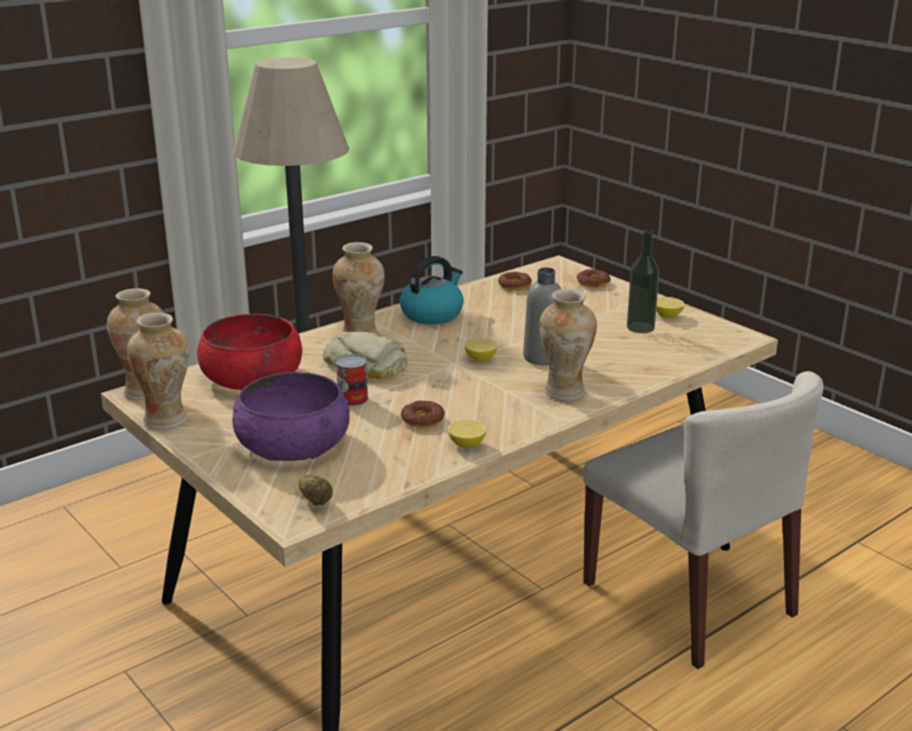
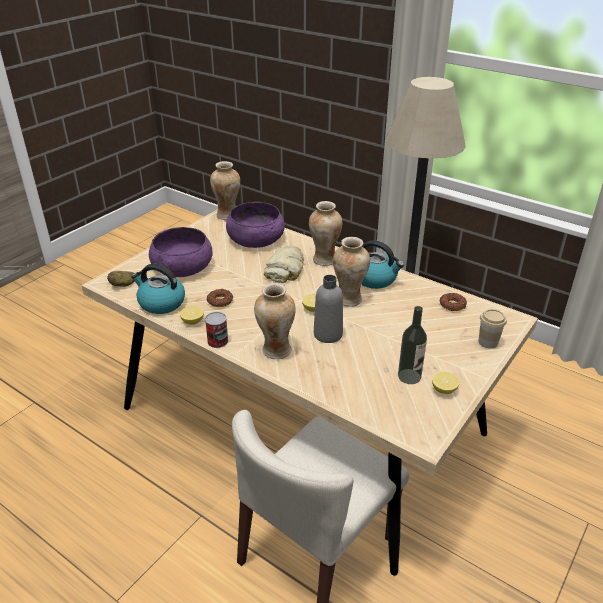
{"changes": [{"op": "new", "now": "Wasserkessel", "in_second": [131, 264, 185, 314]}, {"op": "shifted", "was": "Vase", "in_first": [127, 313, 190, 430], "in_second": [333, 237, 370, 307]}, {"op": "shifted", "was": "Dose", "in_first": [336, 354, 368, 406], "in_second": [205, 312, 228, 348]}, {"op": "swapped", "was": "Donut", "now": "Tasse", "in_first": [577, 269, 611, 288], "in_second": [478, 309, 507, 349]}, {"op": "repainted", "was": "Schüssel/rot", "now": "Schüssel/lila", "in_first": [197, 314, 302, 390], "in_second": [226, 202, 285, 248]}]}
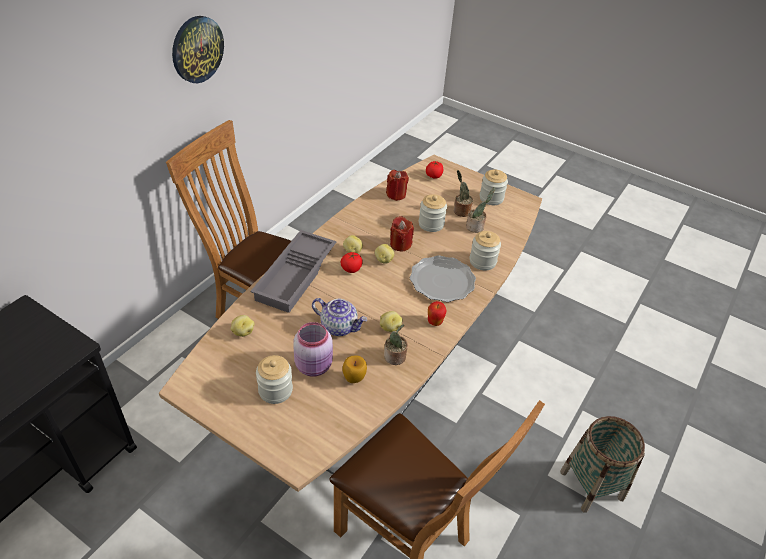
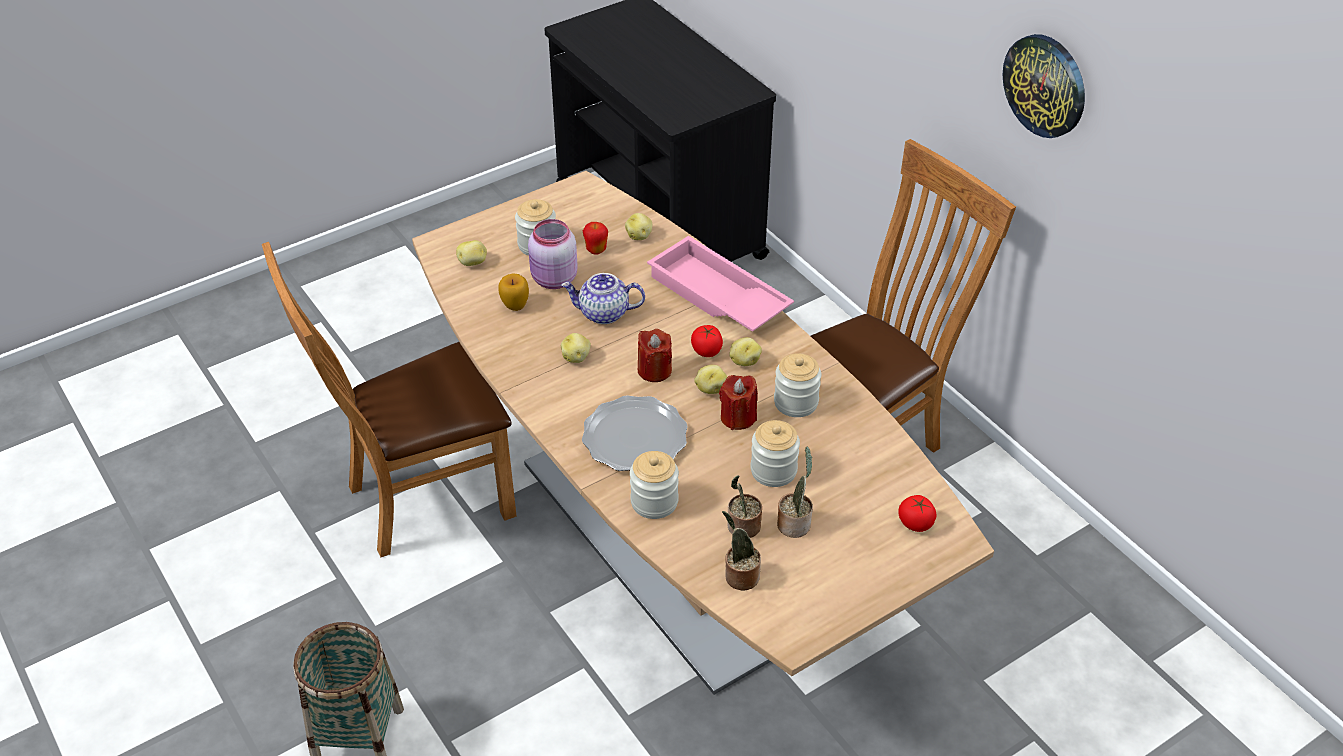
{"changes": [{"op": "new", "now": "Kartoffel", "in_second": [456, 240, 487, 266]}, {"op": "shifted", "was": "Topfpflanze", "in_first": [384, 324, 408, 365], "in_second": [722, 511, 761, 591]}, {"op": "shifted", "was": "Kerze/rot", "in_first": [386, 170, 409, 201], "in_second": [638, 329, 672, 382]}, {"op": "shifted", "was": "Apfel", "in_first": [428, 301, 447, 326], "in_second": [583, 222, 608, 255]}, {"op": "shifted", "was": "Vorratsglas", "in_first": [480, 169, 508, 205], "in_second": [774, 353, 821, 417]}, {"op": "repainted", "was": "Tablett/grau", "now": "Tablett/rosa", "in_first": [250, 230, 336, 313], "in_second": [647, 236, 794, 332]}, {"op": "rotated", "was": "Teekanne", "in_first": [312, 298, 367, 336], "in_second": [561, 273, 645, 324], "clockwise": 45}]}
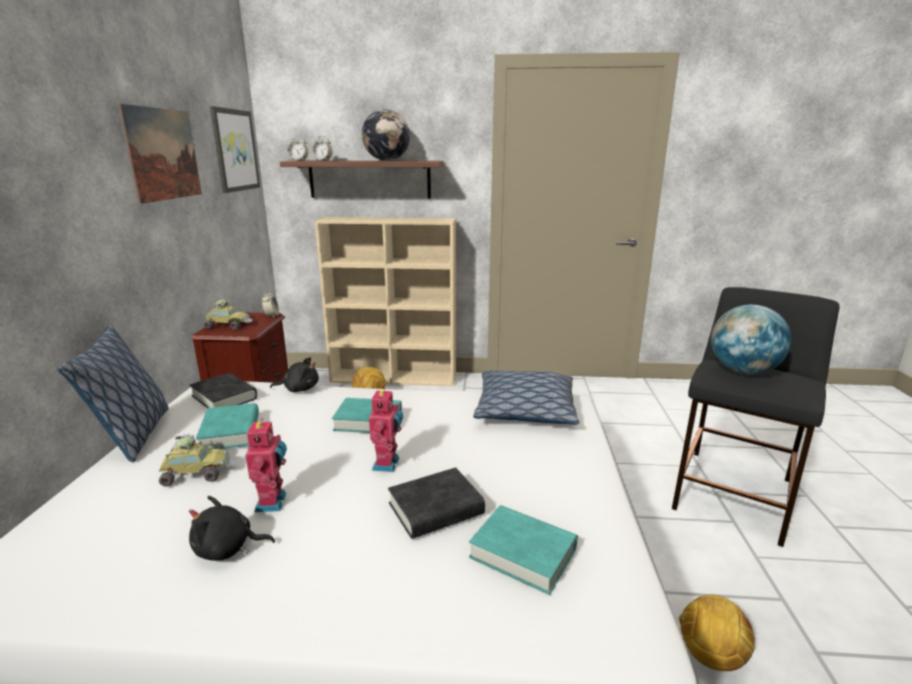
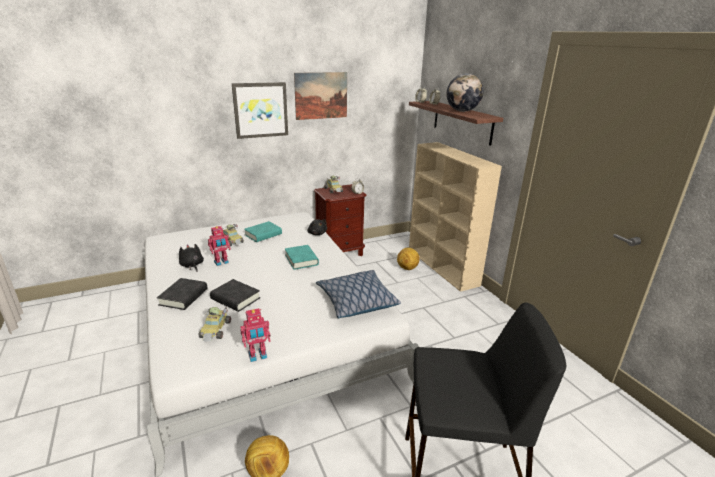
{"changes": [{"op": "gone", "was": "Kissen", "in_first": [57, 326, 169, 462]}, {"op": "gone", "was": "Globus", "in_first": [711, 305, 792, 375]}, {"op": "shifted", "was": "Buch/schwarz", "in_first": [190, 373, 257, 408], "in_second": [157, 278, 208, 310]}, {"op": "shifted", "was": "Bild", "in_first": [210, 106, 260, 193], "in_second": [232, 82, 288, 139]}, {"op": "shifted", "was": "Spielzeugroboter", "in_first": [369, 387, 403, 472], "in_second": [240, 308, 271, 362]}, {"op": "swapped", "was": "Buch/türkis", "now": "Spielzeugauto", "in_first": [469, 505, 578, 595], "in_second": [198, 307, 231, 342]}]}
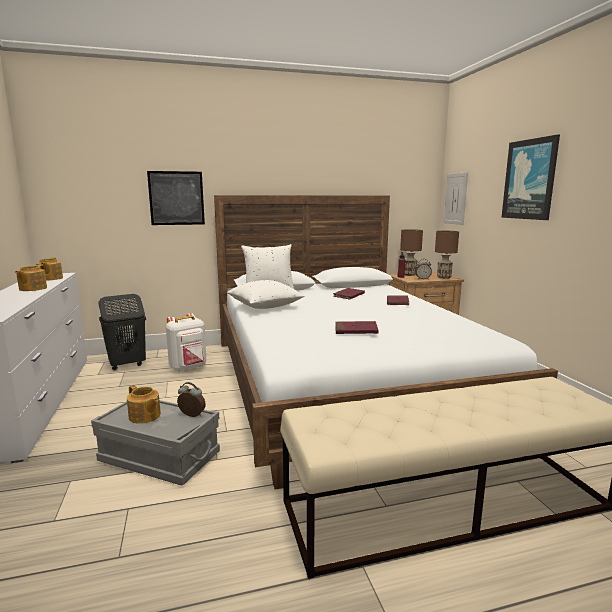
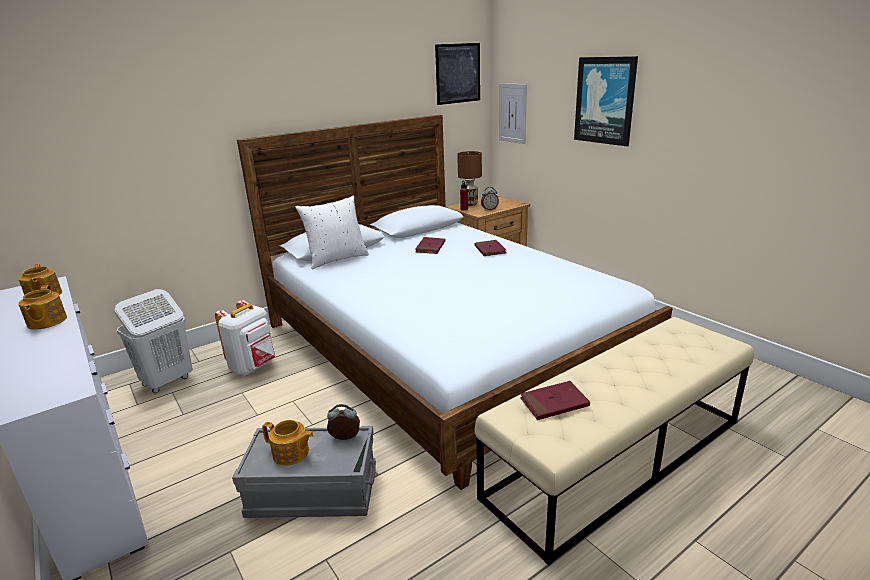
{"changes": [{"op": "gone", "was": "Kissen/weiß", "in_first": [227, 280, 304, 309]}, {"op": "gone", "was": "Tischlampe/braun", "in_first": [435, 231, 459, 279]}, {"op": "shifted", "was": "Bild", "in_first": [147, 171, 205, 225], "in_second": [435, 43, 480, 105]}, {"op": "shifted", "was": "Buch/rot", "in_first": [335, 321, 379, 334], "in_second": [520, 381, 590, 420]}, {"op": "repainted", "was": "Wäschekorb/schwarz", "now": "Wäschekorb/weiß", "in_first": [98, 294, 146, 370], "in_second": [115, 289, 193, 393]}]}
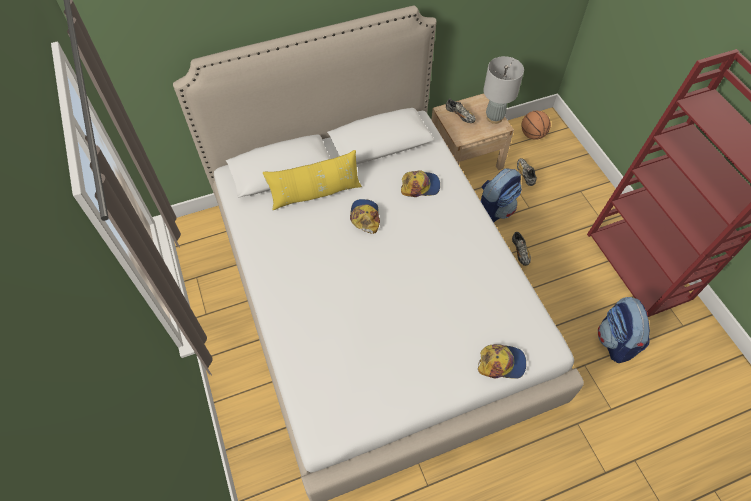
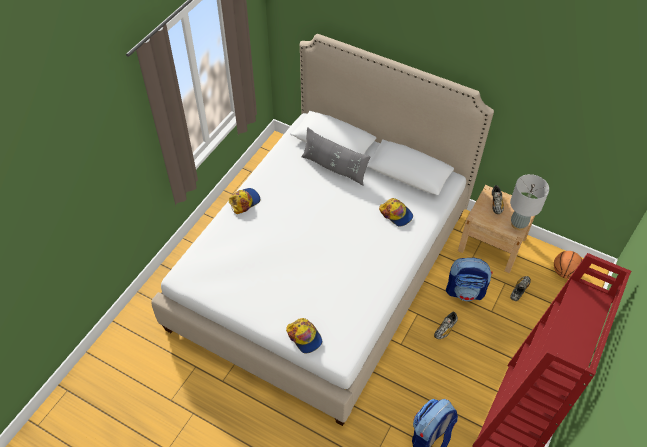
{"changes": [{"op": "shifted", "was": "Kappe", "in_first": [350, 199, 380, 234], "in_second": [229, 188, 260, 214]}, {"op": "repainted", "was": "Kissen/gelb", "now": "Kissen/grau", "in_first": [263, 150, 362, 210], "in_second": [301, 127, 371, 186]}]}
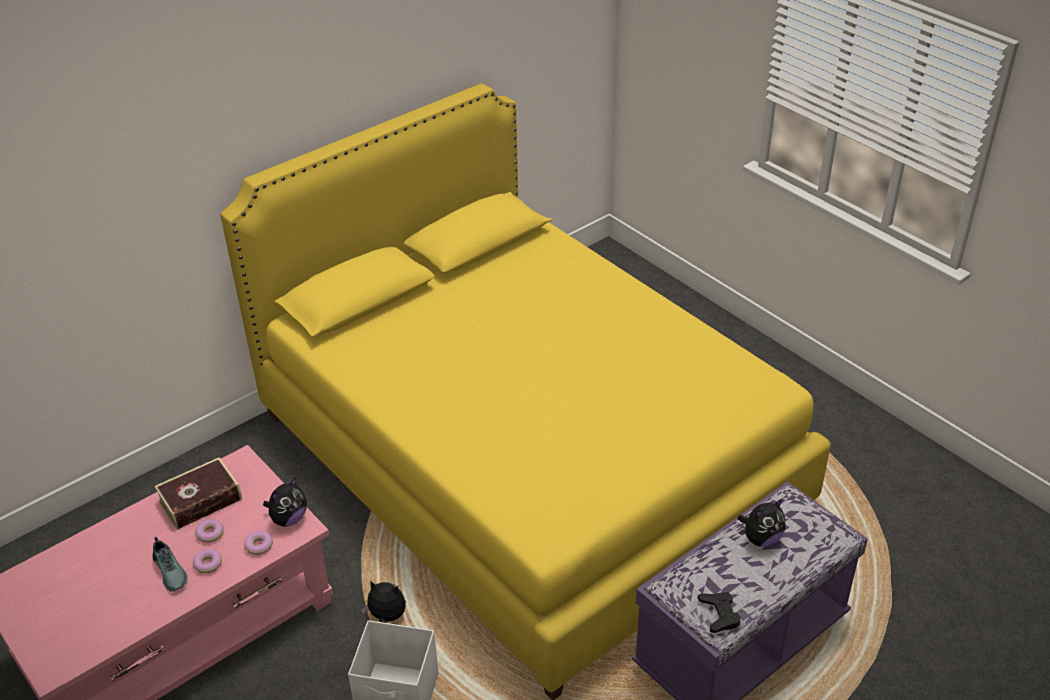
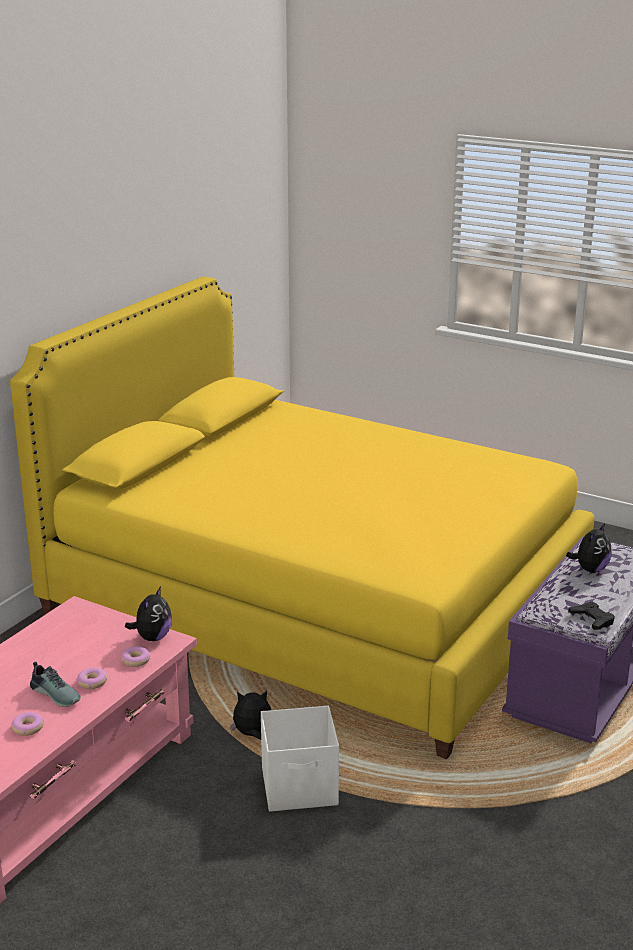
{"changes": [{"op": "gone", "was": "Buch", "in_first": [154, 457, 242, 530]}, {"op": "shifted", "was": "Donut", "in_first": [195, 519, 224, 543], "in_second": [11, 712, 44, 736]}]}
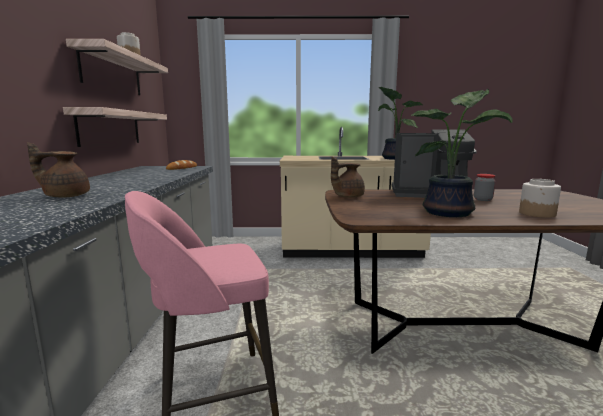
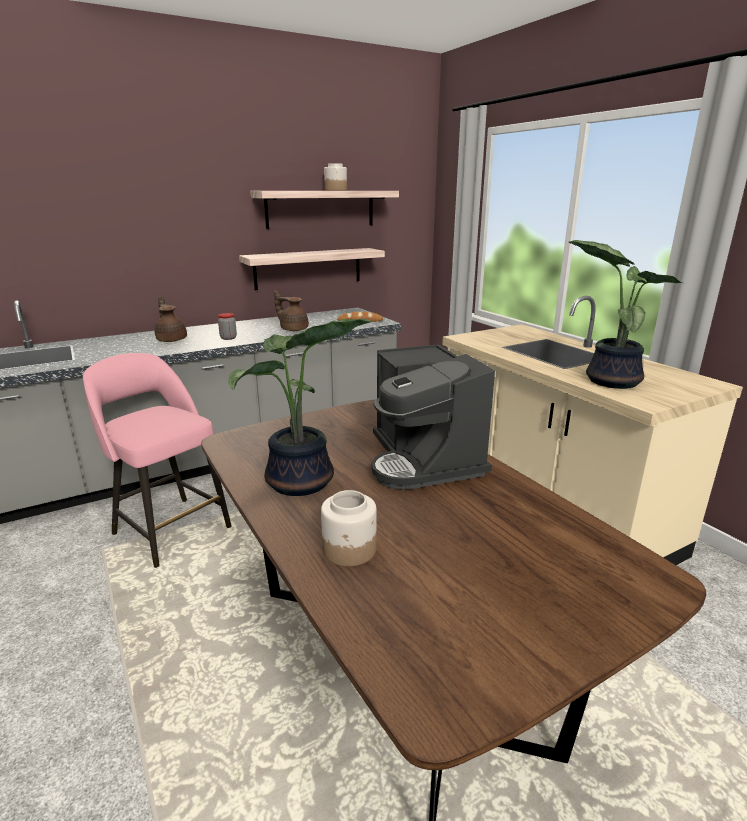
{"changes": [{"op": "shifted", "was": "Teekanne/braun", "in_first": [331, 157, 365, 198], "in_second": [274, 290, 309, 331]}, {"op": "shifted", "was": "Vorratsglas", "in_first": [474, 174, 495, 201], "in_second": [218, 313, 237, 340]}]}
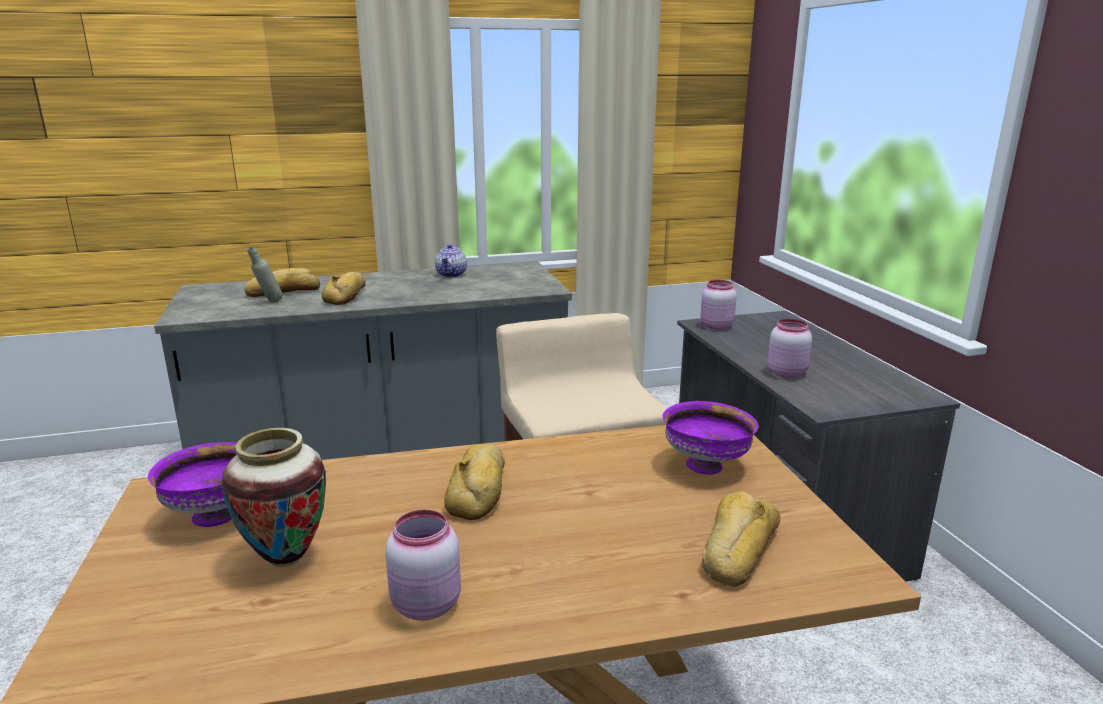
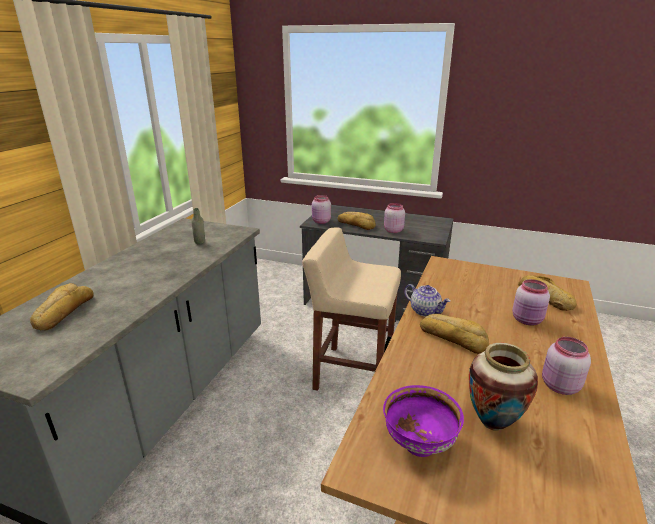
{"changes": [{"op": "gone", "was": "Schüssel/lila", "in_first": [663, 401, 759, 475]}, {"op": "new", "now": "Vorratsglas/rosa", "in_second": [512, 279, 550, 325]}, {"op": "shifted", "was": "Flasche/grau", "in_first": [248, 247, 283, 302], "in_second": [191, 208, 205, 245]}, {"op": "shifted", "was": "Brot", "in_first": [322, 272, 366, 305], "in_second": [338, 212, 376, 230]}, {"op": "shifted", "was": "Teekanne", "in_first": [435, 244, 467, 277], "in_second": [404, 284, 450, 317]}]}
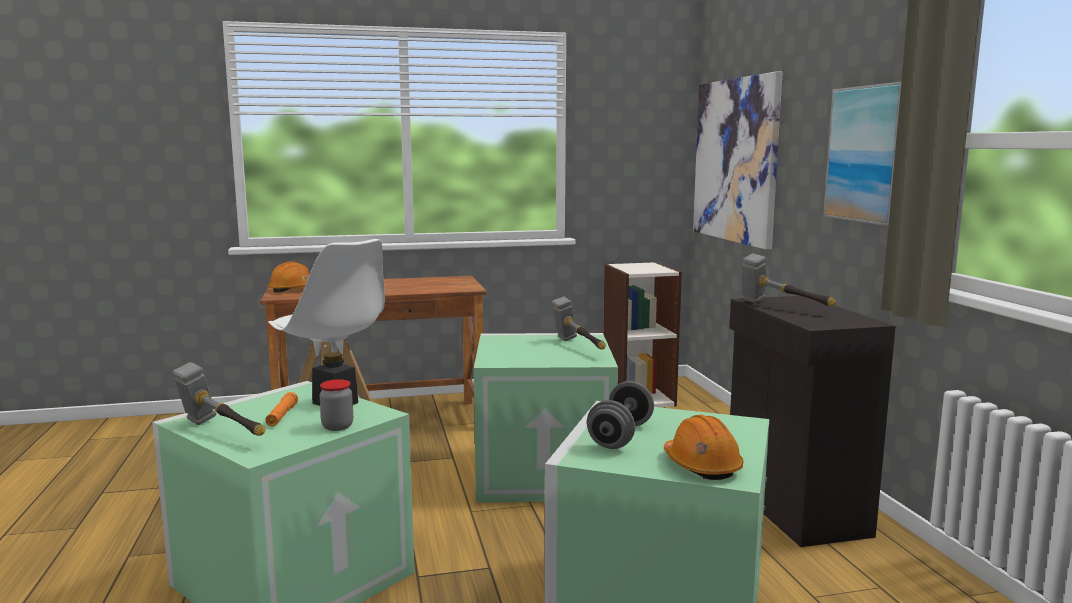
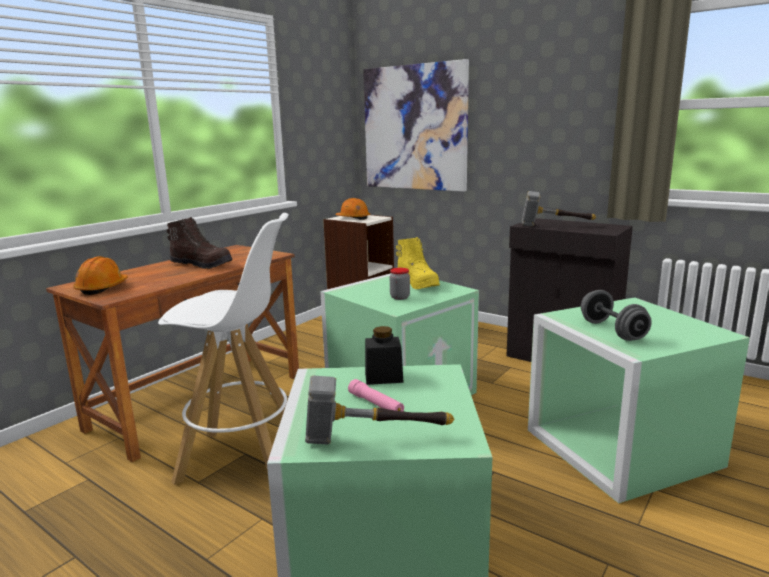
{"changes": [{"op": "gone", "was": "Bild", "in_first": [823, 82, 901, 226]}, {"op": "new", "now": "Stiefel/braun", "in_second": [166, 217, 233, 269]}, {"op": "shifted", "was": "Vorratsglas", "in_first": [320, 379, 353, 431], "in_second": [390, 268, 410, 300]}, {"op": "shifted", "was": "Schutzhelm/orange", "in_first": [664, 415, 743, 480], "in_second": [336, 198, 370, 220]}, {"op": "swapped", "was": "Hammer", "now": "Stiefel/gelb", "in_first": [552, 297, 606, 350], "in_second": [396, 237, 440, 289]}, {"op": "repainted", "was": "Taschenlampe/orange", "now": "Taschenlampe/rosa", "in_first": [265, 392, 298, 426], "in_second": [348, 379, 404, 411]}]}
